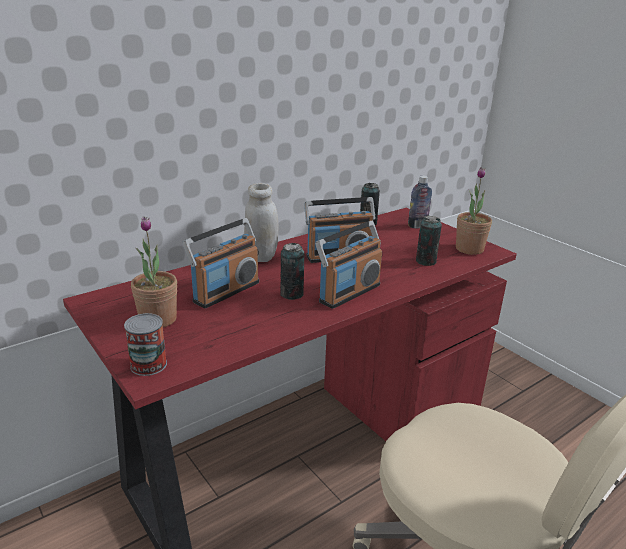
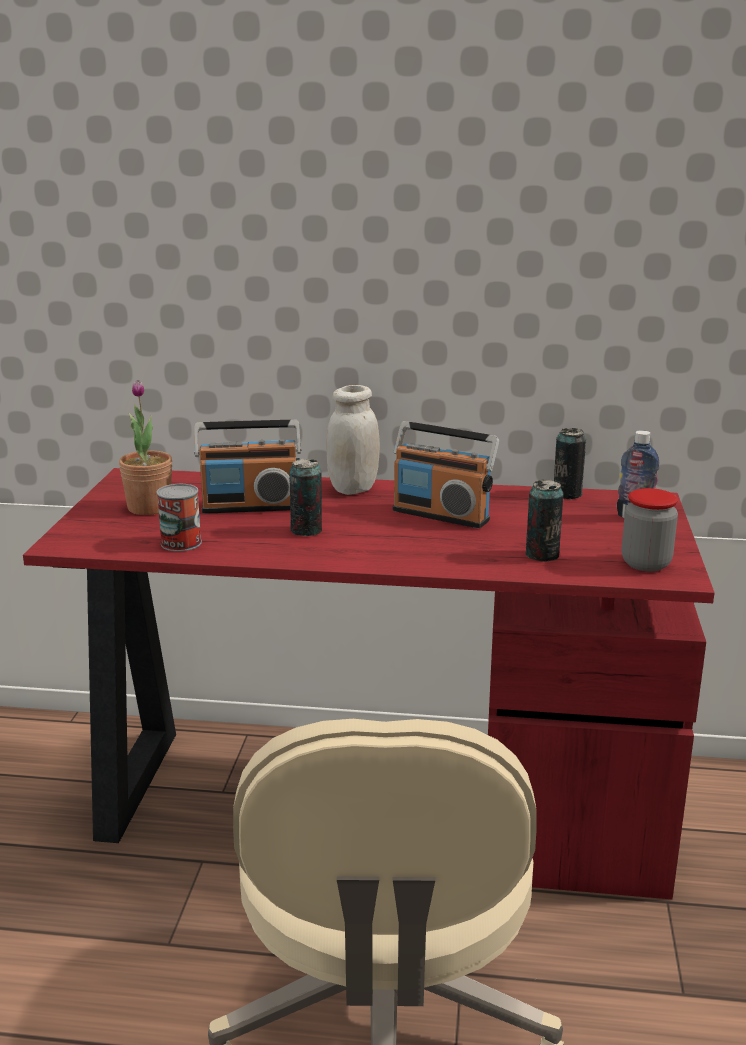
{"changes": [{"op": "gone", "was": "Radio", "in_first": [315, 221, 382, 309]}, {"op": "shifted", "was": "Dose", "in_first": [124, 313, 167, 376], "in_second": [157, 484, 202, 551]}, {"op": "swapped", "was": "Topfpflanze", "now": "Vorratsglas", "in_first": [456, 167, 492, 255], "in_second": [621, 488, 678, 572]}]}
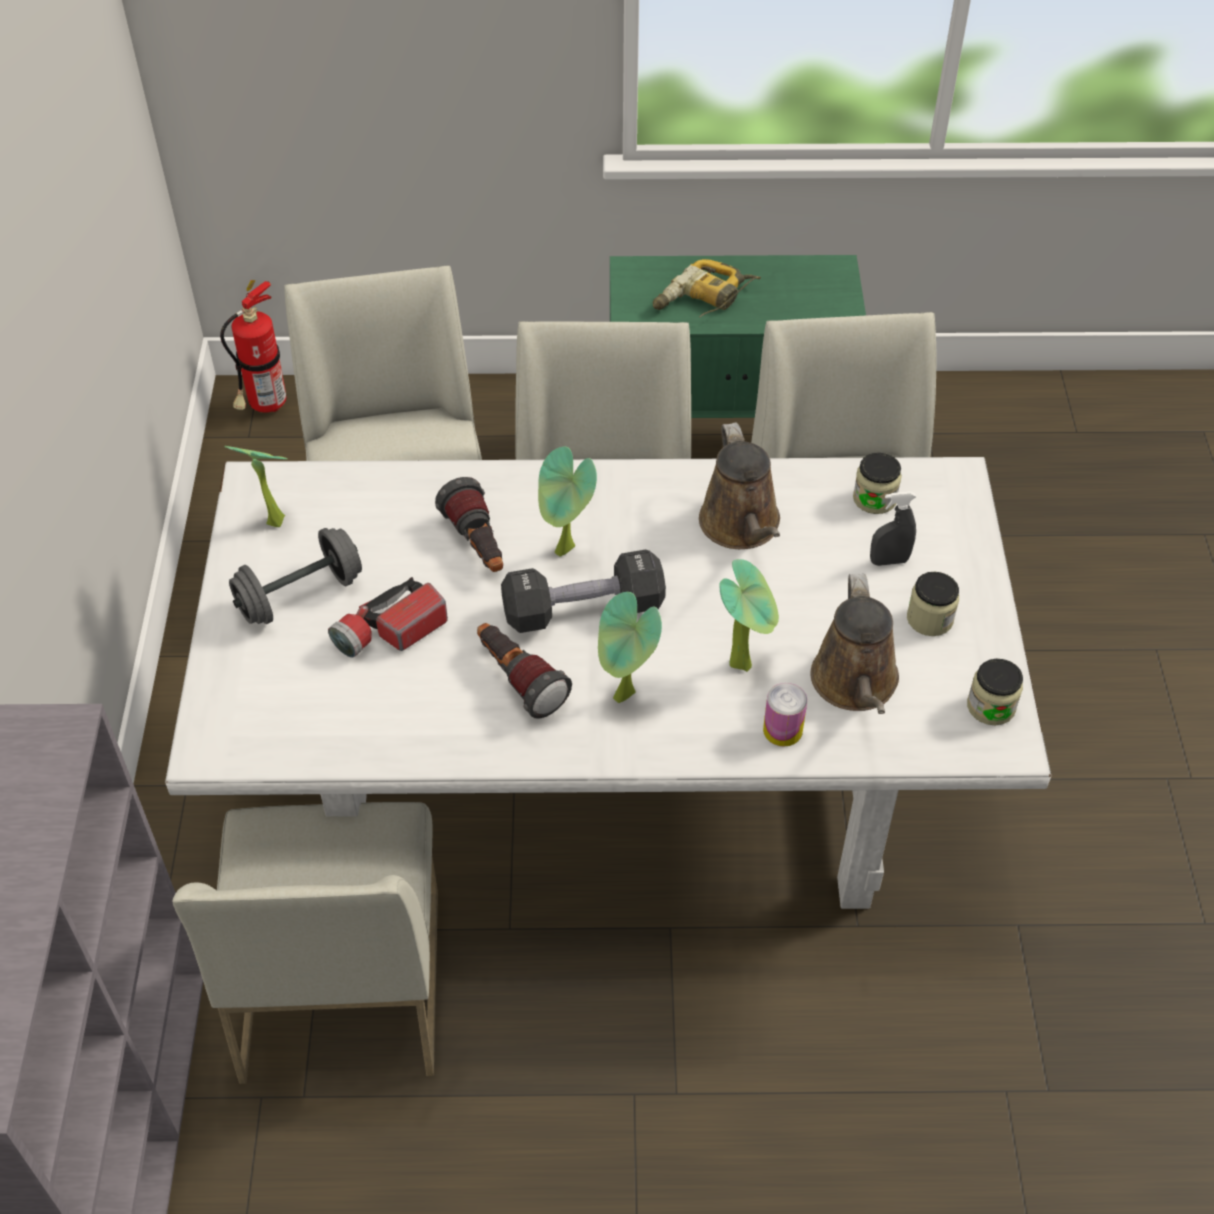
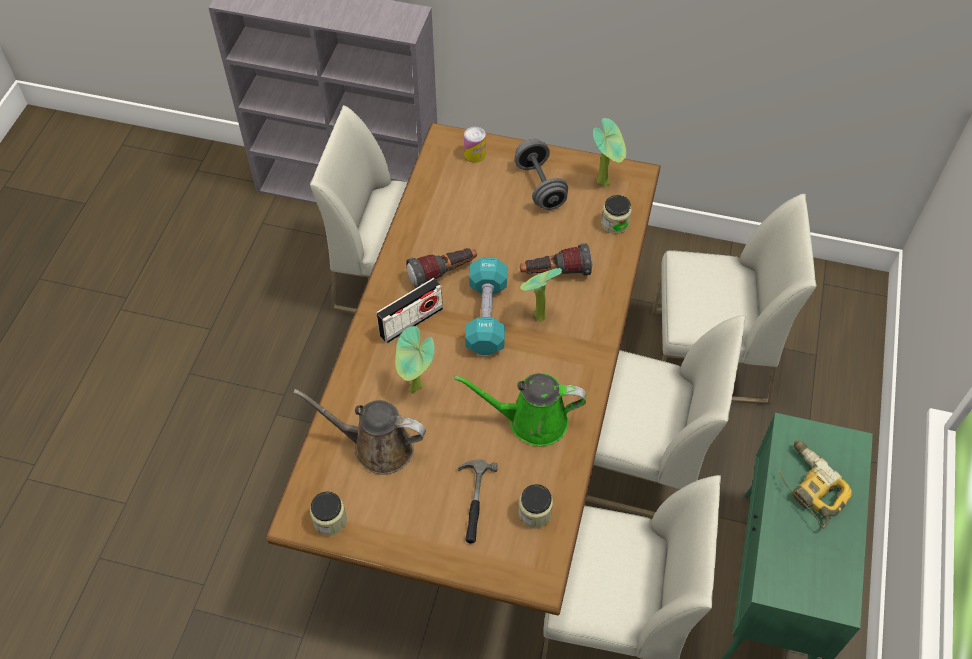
{"changes": [{"op": "gone", "was": "Feuerlöscher", "in_first": [220, 280, 286, 413]}, {"op": "gone", "was": "Taschenlampe", "in_first": [328, 577, 448, 658]}, {"op": "shifted", "was": "Dose", "in_first": [763, 683, 807, 747], "in_second": [464, 127, 486, 163]}, {"op": "shifted", "was": "Vorratsglas", "in_first": [907, 571, 959, 636], "in_second": [601, 195, 631, 234]}, {"op": "swapped", "was": "Topfpflanze", "now": "Radio", "in_first": [598, 592, 662, 703], "in_second": [376, 278, 443, 343]}, {"op": "swapped", "was": "Sprühflasche/grau", "now": "Hammer", "in_first": [870, 491, 916, 566], "in_second": [458, 460, 498, 544]}, {"op": "repainted", "was": "Esstisch/weiß", "now": "Esstisch/braun", "in_first": [165, 457, 1051, 909], "in_second": [266, 123, 661, 616]}, {"op": "repainted", "was": "Hantel/schwarz", "now": "Hantel/türkis", "in_first": [501, 550, 666, 633], "in_second": [465, 257, 507, 355]}, {"op": "repainted", "was": "Gießkanne/braun", "now": "Gießkanne/grün", "in_first": [699, 422, 780, 549], "in_second": [454, 373, 586, 446]}]}
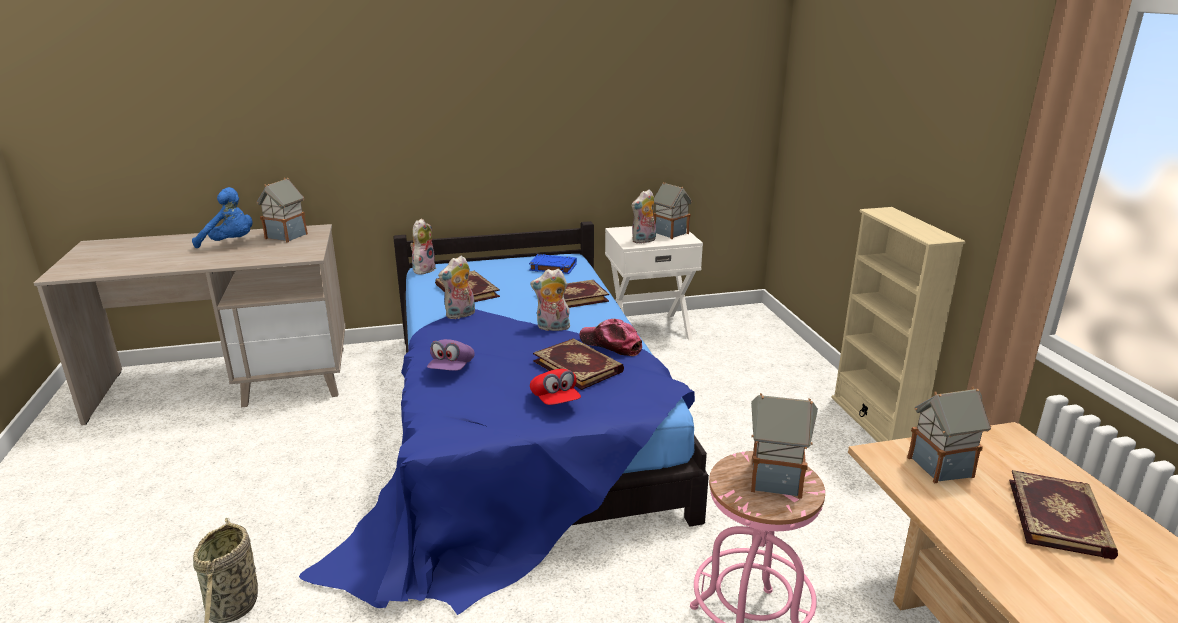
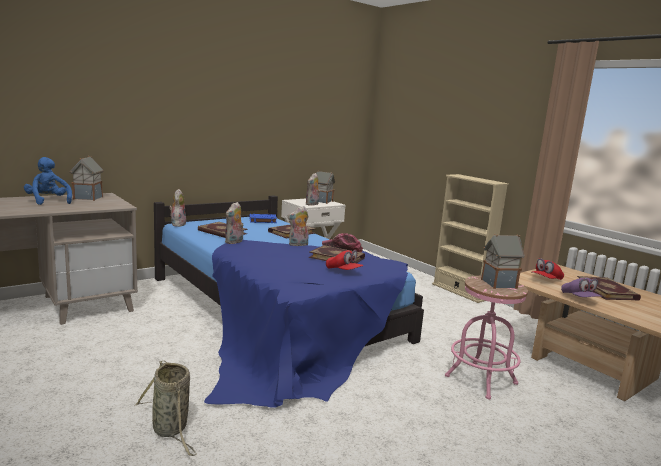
{"changes": [{"op": "shifted", "was": "Kappe/lila", "in_first": [427, 339, 475, 371], "in_second": [561, 278, 602, 297]}, {"op": "swapped", "was": "Spielzeughaus", "now": "Kappe/rot", "in_first": [907, 386, 991, 483], "in_second": [532, 258, 564, 280]}, {"op": "rotated", "was": "Plüschtier/blau", "in_first": [192, 187, 253, 248], "in_second": [24, 157, 72, 205], "clockwise": -120}]}
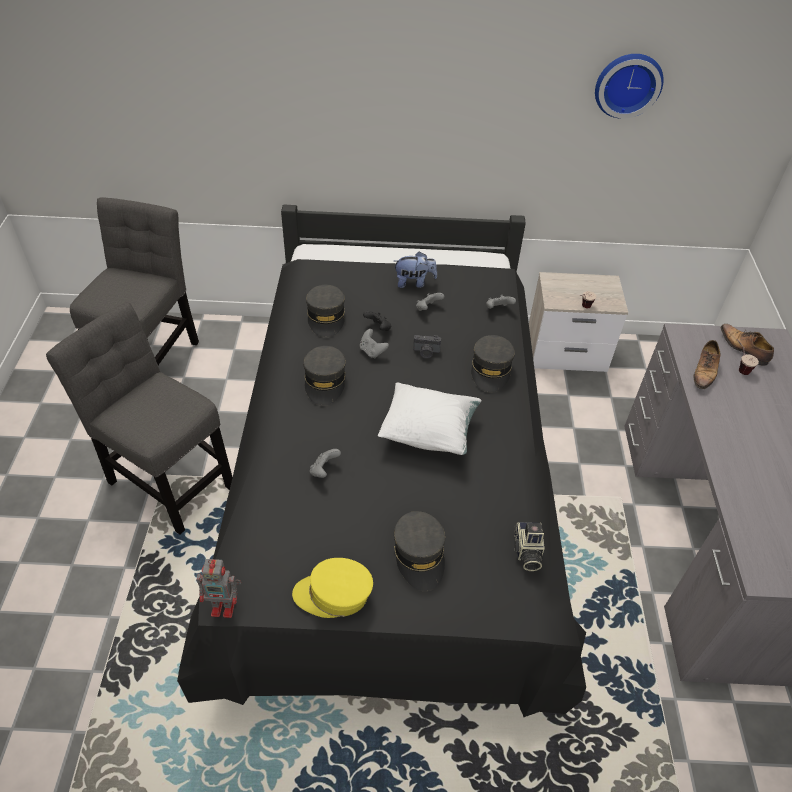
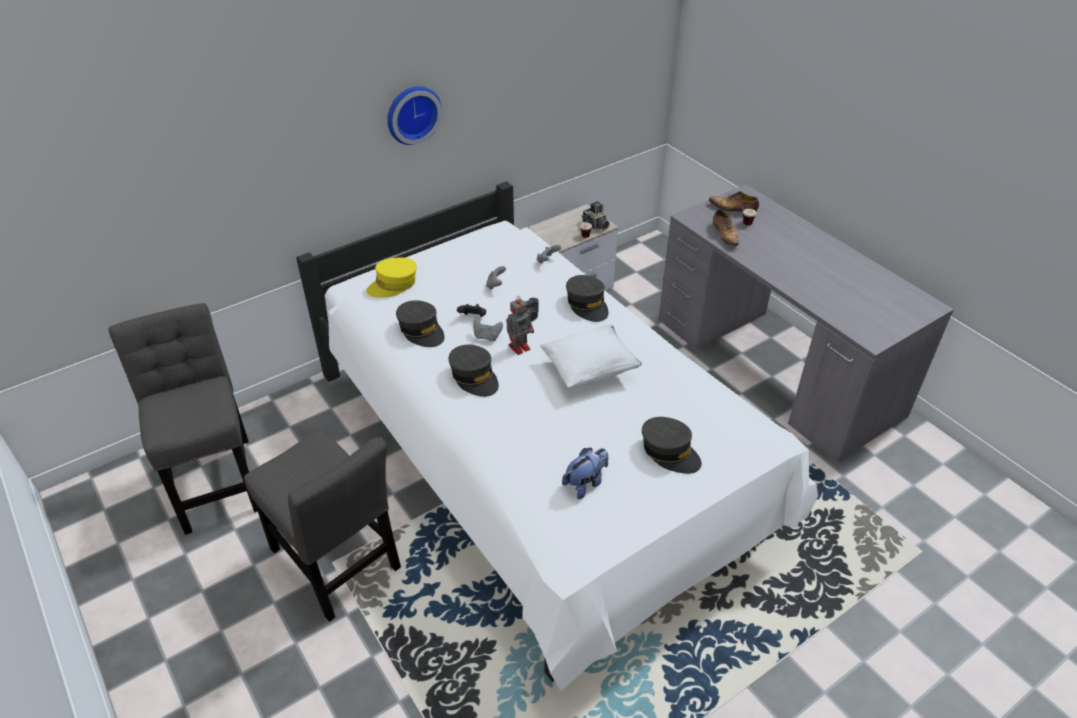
{"changes": [{"op": "gone", "was": "Gamepad/grau", "in_first": [310, 449, 341, 478]}, {"op": "shifted", "was": "Spielzeugroboter", "in_first": [197, 559, 241, 618], "in_second": [506, 296, 534, 355]}, {"op": "shifted", "was": "Kappe/gelb", "in_first": [292, 558, 373, 618], "in_second": [366, 257, 417, 298]}, {"op": "shifted", "was": "Plüschtier", "in_first": [394, 251, 437, 288], "in_second": [562, 448, 609, 499]}, {"op": "shifted", "was": "Kamera", "in_first": [514, 522, 545, 571], "in_second": [581, 201, 610, 230]}, {"op": "shifted", "was": "Wanduhr", "in_first": [595, 54, 664, 119], "in_second": [387, 86, 442, 145]}, {"op": "repainted", "was": "Bett/schwarz", "now": "Bett/weiß", "in_first": [177, 204, 586, 717], "in_second": [296, 181, 818, 691]}, {"op": "rotated", "was": "Stuhl/grau", "in_first": [46, 302, 233, 535], "in_second": [244, 430, 401, 622], "clockwise": -135}]}
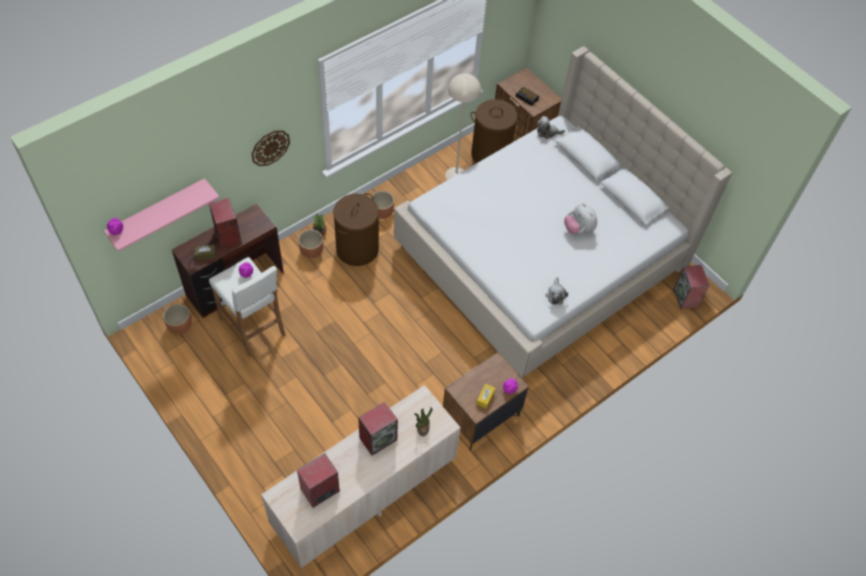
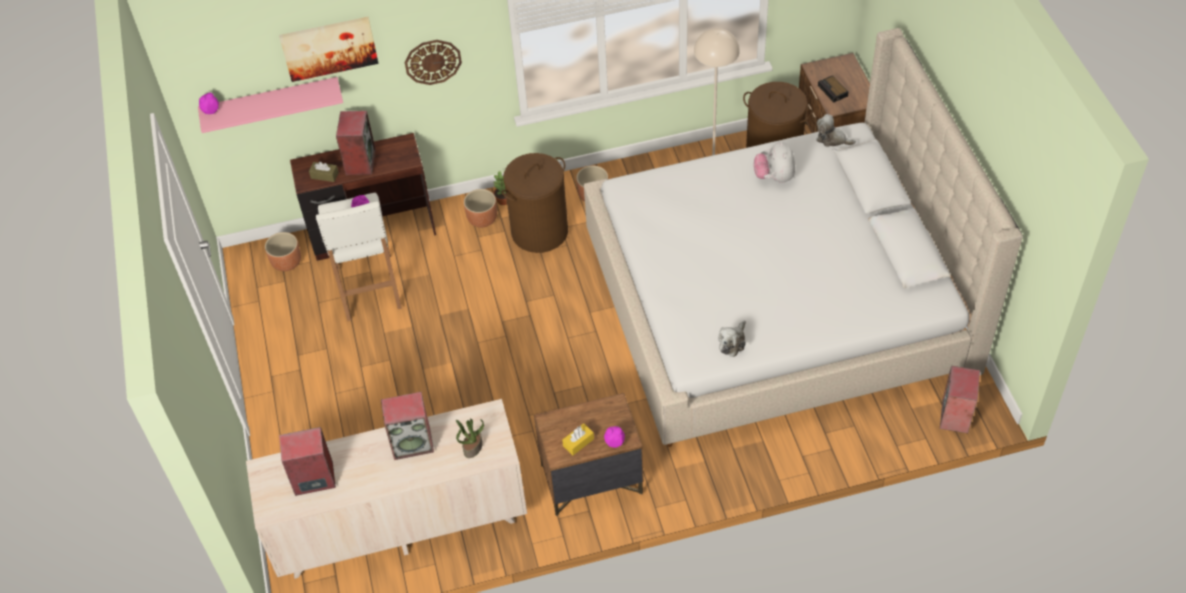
{"changes": [{"op": "new", "now": "Bild", "in_second": [279, 17, 379, 82]}, {"op": "shifted", "was": "Plüschtier", "in_first": [564, 204, 597, 234], "in_second": [754, 141, 795, 183]}]}
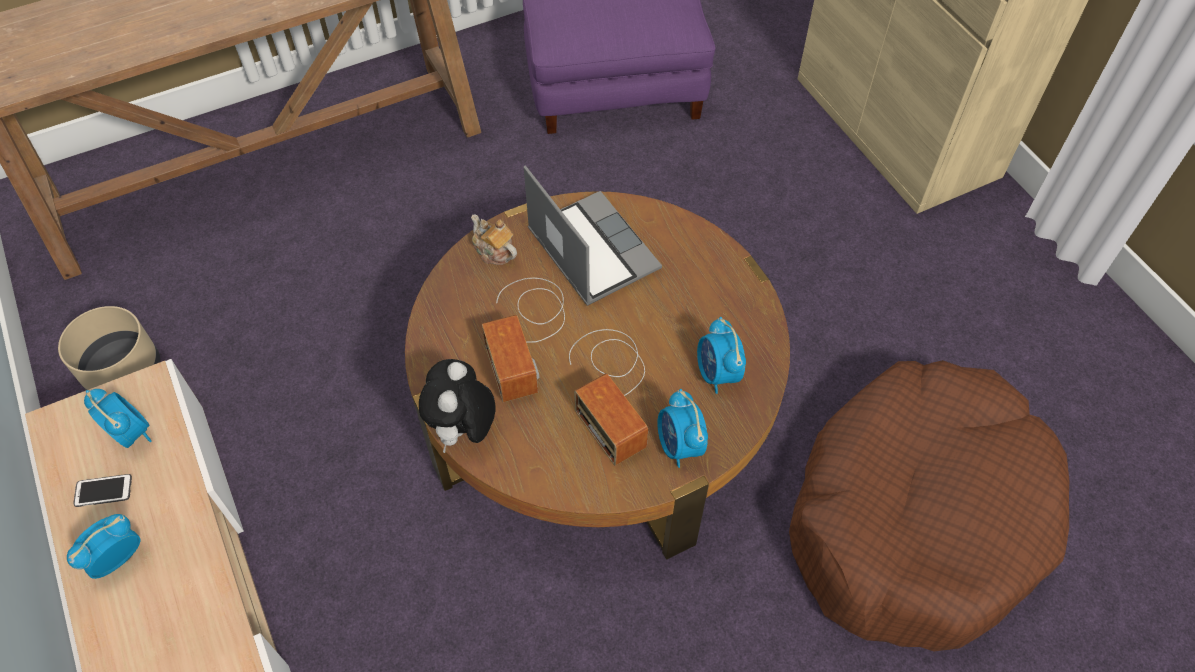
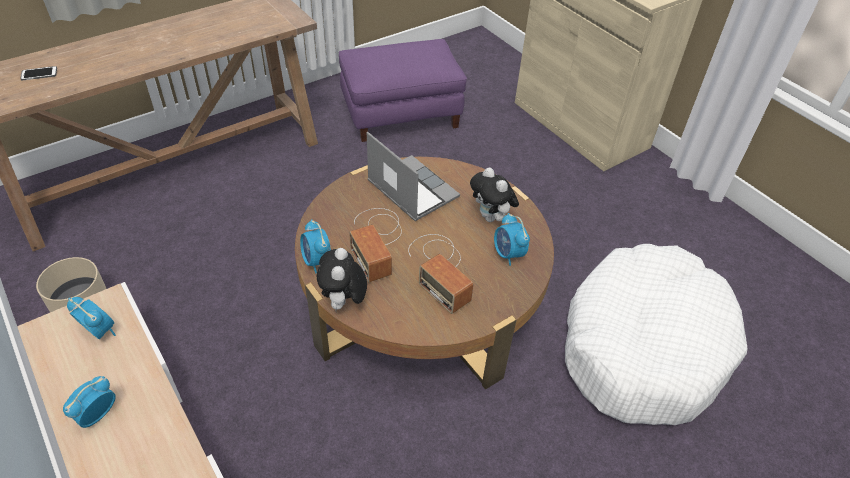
{"changes": [{"op": "gone", "was": "Teekanne", "in_first": [471, 215, 517, 265]}, {"op": "new", "now": "Plüschtier", "in_second": [470, 167, 519, 222]}, {"op": "shifted", "was": "Handy", "in_first": [73, 474, 132, 507], "in_second": [20, 66, 57, 80]}, {"op": "shifted", "was": "Wecker", "in_first": [657, 389, 708, 468], "in_second": [300, 219, 331, 273]}, {"op": "repainted", "was": "Hundebett/braun", "now": "Hundebett/weiß", "in_first": [789, 360, 1069, 652], "in_second": [565, 244, 747, 425]}]}
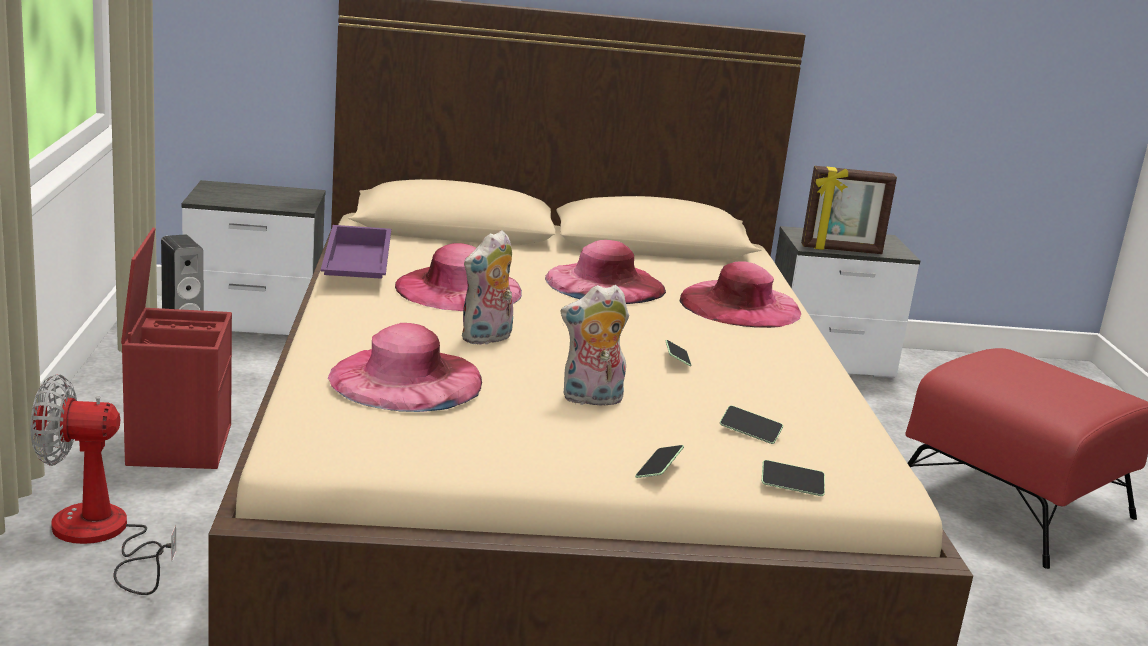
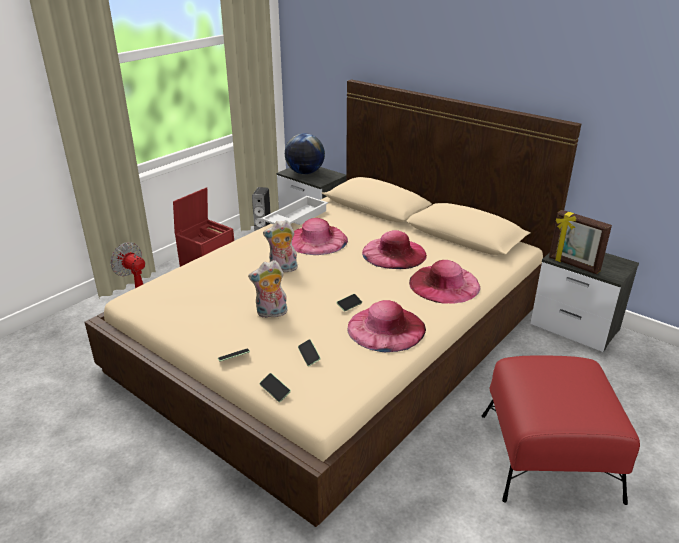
{"changes": [{"op": "new", "now": "Globus", "in_second": [285, 133, 325, 174]}, {"op": "shifted", "was": "Hut/rosa", "in_first": [328, 323, 482, 412], "in_second": [348, 300, 426, 352]}, {"op": "repainted", "was": "Tablett/lila", "now": "Tablett/weiß", "in_first": [321, 225, 391, 279], "in_second": [261, 196, 328, 225]}, {"op": "rotated", "was": "Plüschtier", "in_first": [560, 285, 629, 405], "in_second": [248, 260, 287, 318], "clockwise": -45}]}
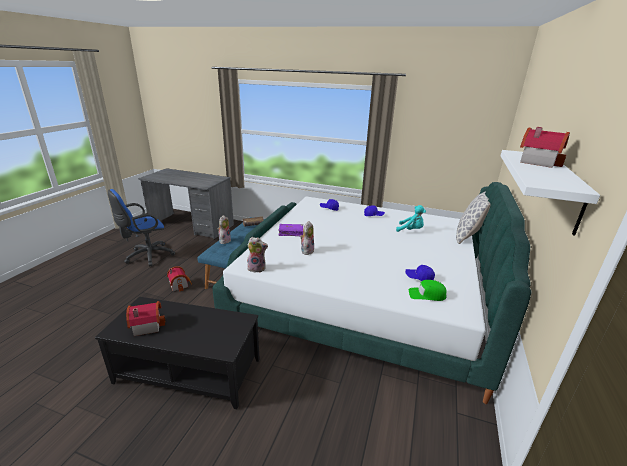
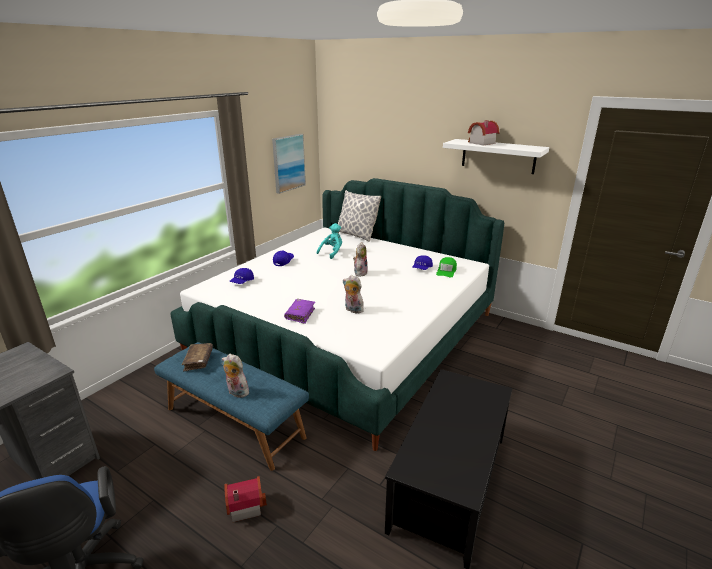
{"changes": [{"op": "gone", "was": "Spielzeughaus", "in_first": [126, 301, 166, 336]}, {"op": "new", "now": "Bild", "in_second": [272, 134, 306, 194]}, {"op": "shifted", "was": "Plüschtier", "in_first": [247, 237, 268, 273], "in_second": [353, 242, 368, 277]}]}
